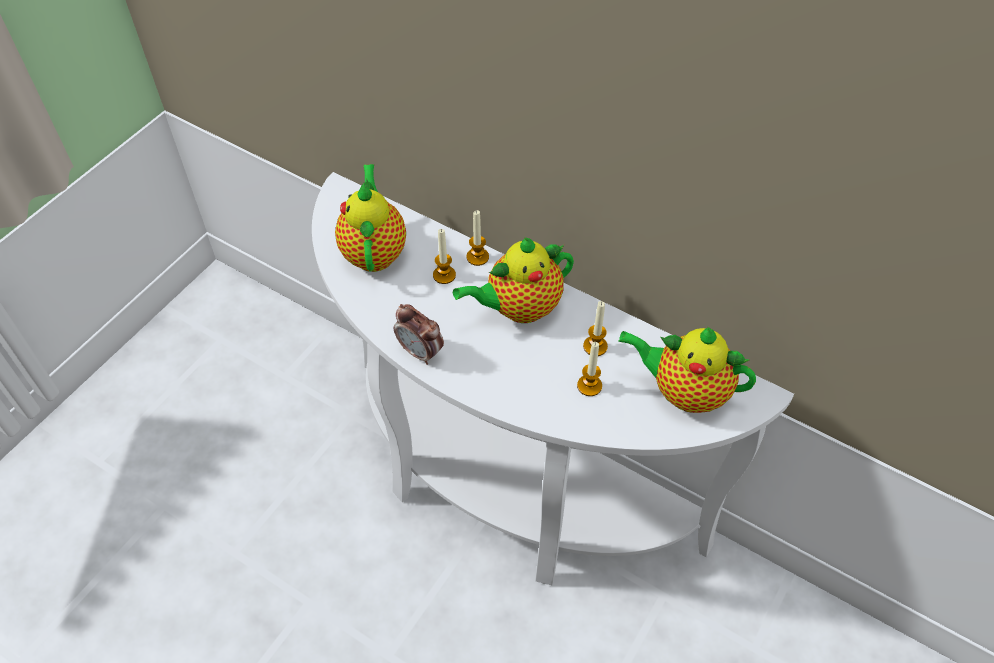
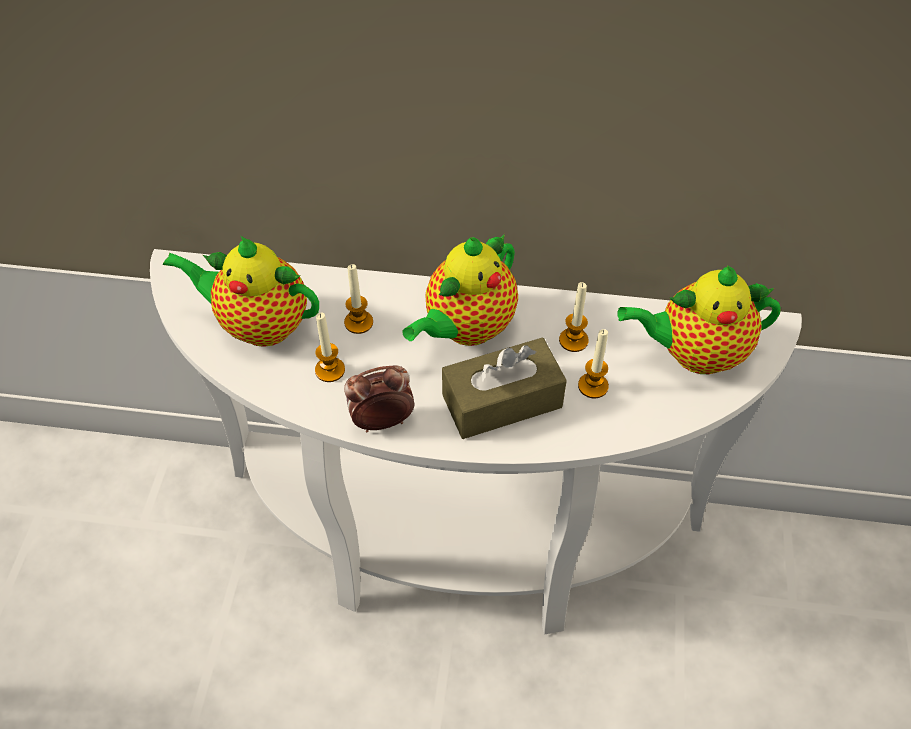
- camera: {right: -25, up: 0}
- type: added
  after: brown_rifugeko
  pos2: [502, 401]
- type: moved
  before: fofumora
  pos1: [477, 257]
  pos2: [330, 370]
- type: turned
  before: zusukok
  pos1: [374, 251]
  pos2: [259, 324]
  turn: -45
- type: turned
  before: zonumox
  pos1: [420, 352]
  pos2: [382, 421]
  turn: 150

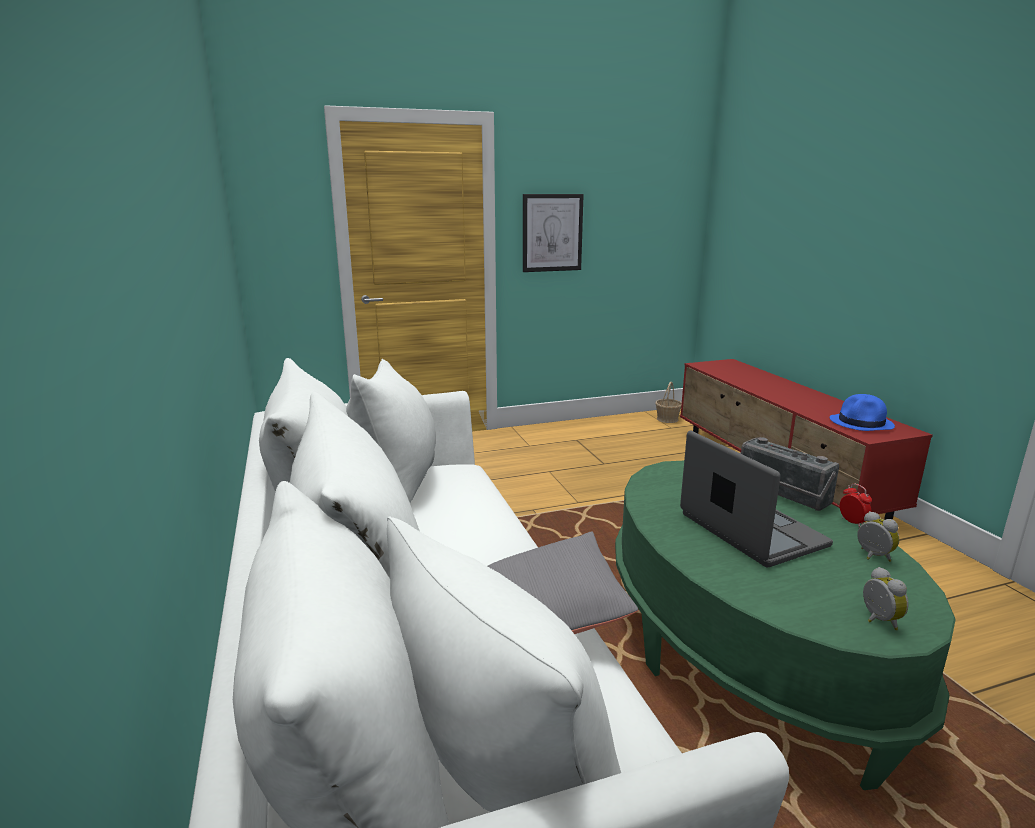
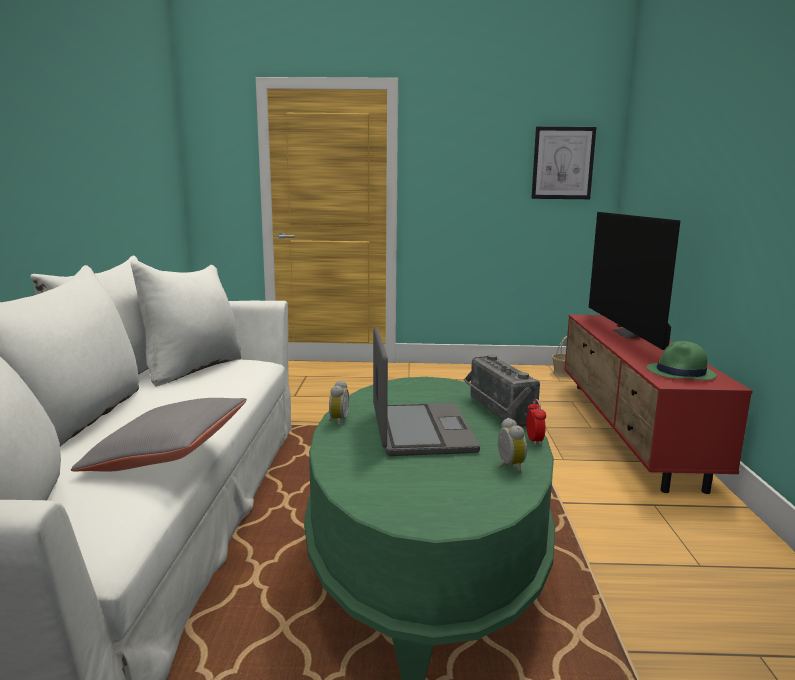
- camera: {right: 20, up: -5}
- type: added
  after: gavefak
  pos2: [631, 334]
- type: moved
  before: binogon
  pos1: [552, 233]
  pos2: [563, 163]
- type: moved
  before: zonumox
  pos1: [878, 620]
  pos2: [337, 421]
- type: recoloured
  before: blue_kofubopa
  after: green_kofubopa
  pos1: [861, 423]
  pos2: [681, 373]

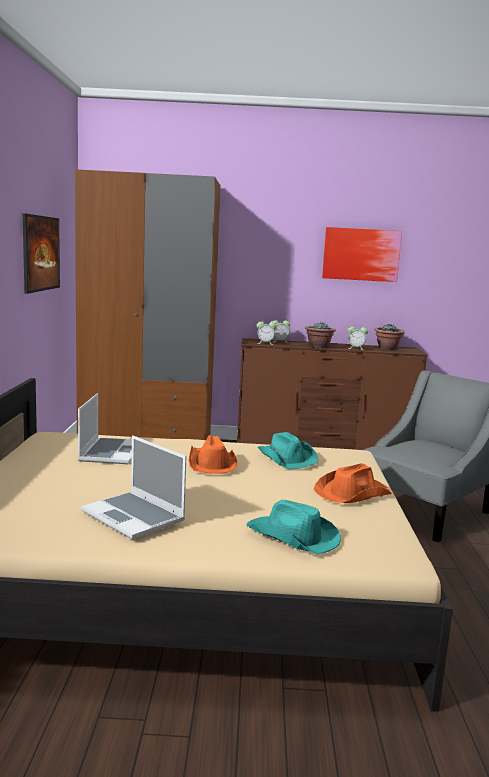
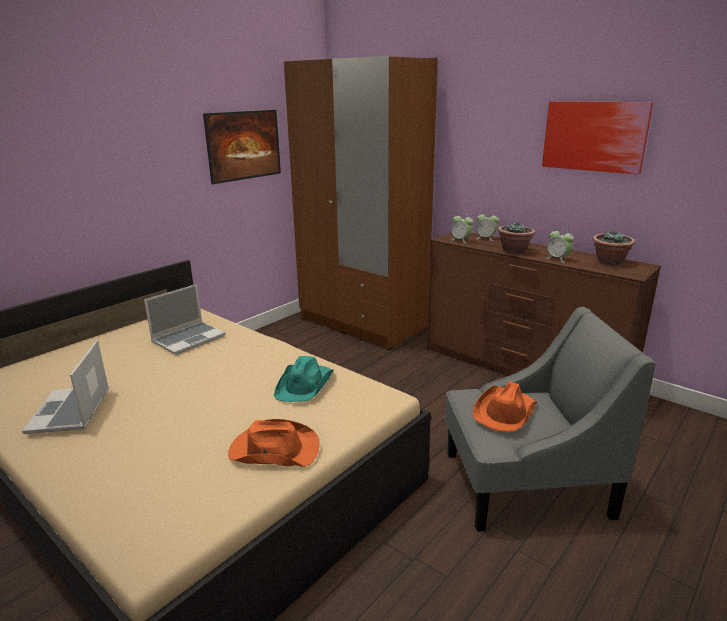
- camera: {right: 40, up: 10}
- type: removed
  before: turquoise_kofubopa
  pos1: [293, 536]
- type: moved
  before: orange_kofubopa
  pos1: [211, 463]
  pos2: [505, 412]

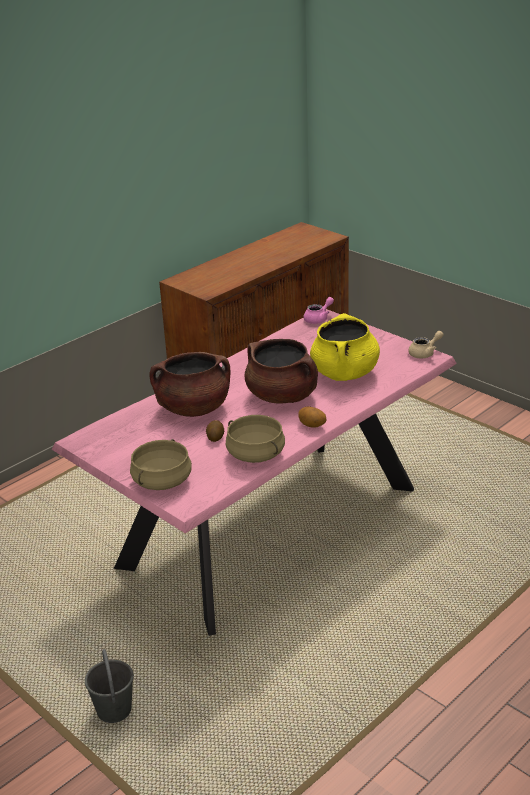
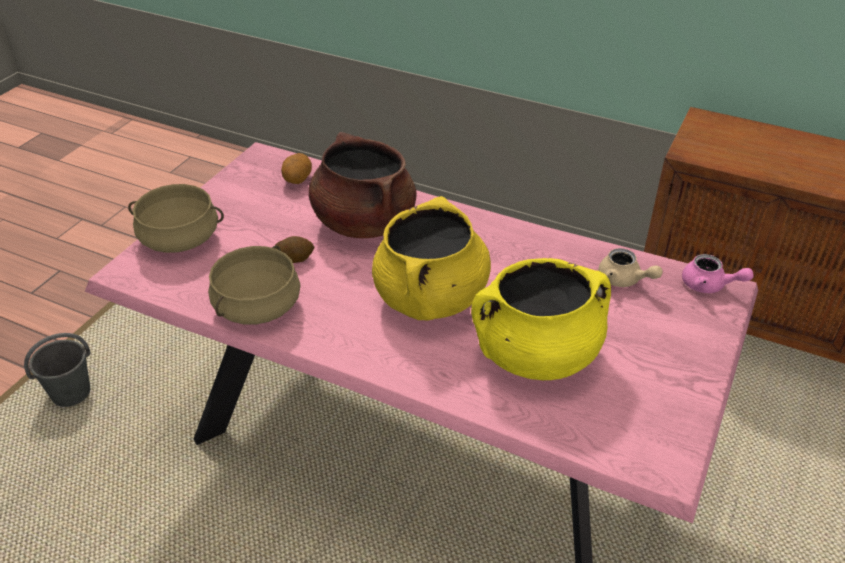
- camera: {right: 70, up: 10}
- type: moved
  before: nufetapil
  pos1: [312, 426]
  pos2: [297, 180]
- type: moved
  before: beige_zusukok
  pos1: [425, 353]
  pos2: [624, 280]
- type: recoloured
  before: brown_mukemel
  after: yellow_mukemel
  pos1: [282, 396]
  pos2: [431, 298]

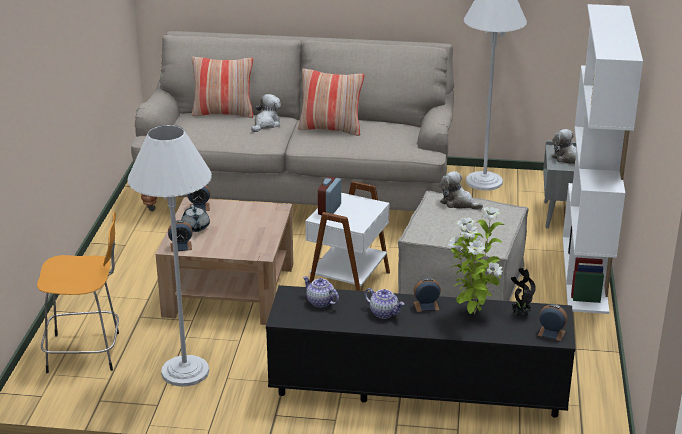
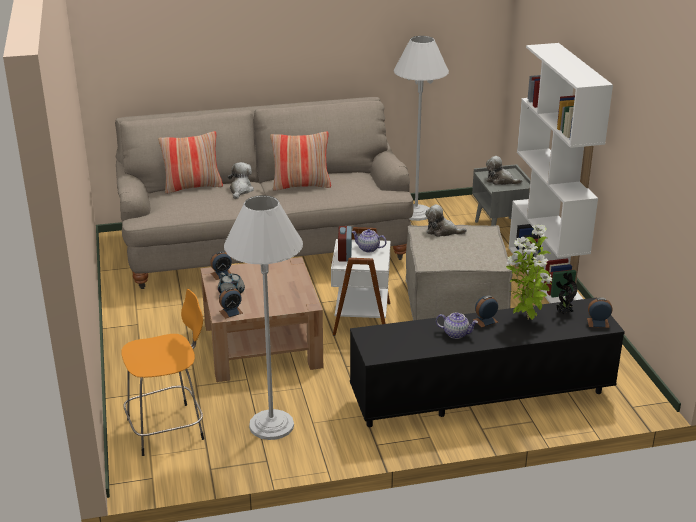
- camera: {right: -20, up: 0}
- type: moved
  before: zusukok
  pos1: [320, 302]
  pos2: [368, 249]

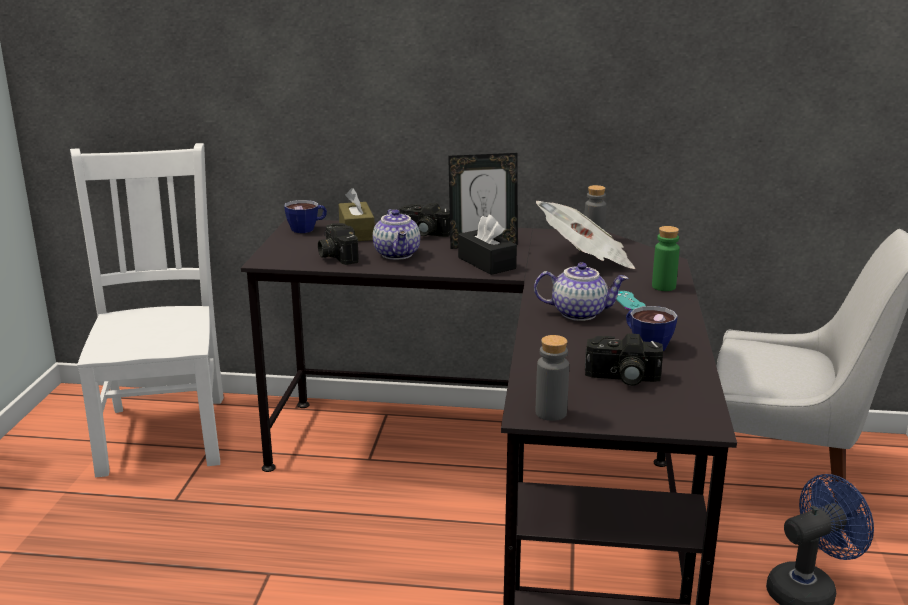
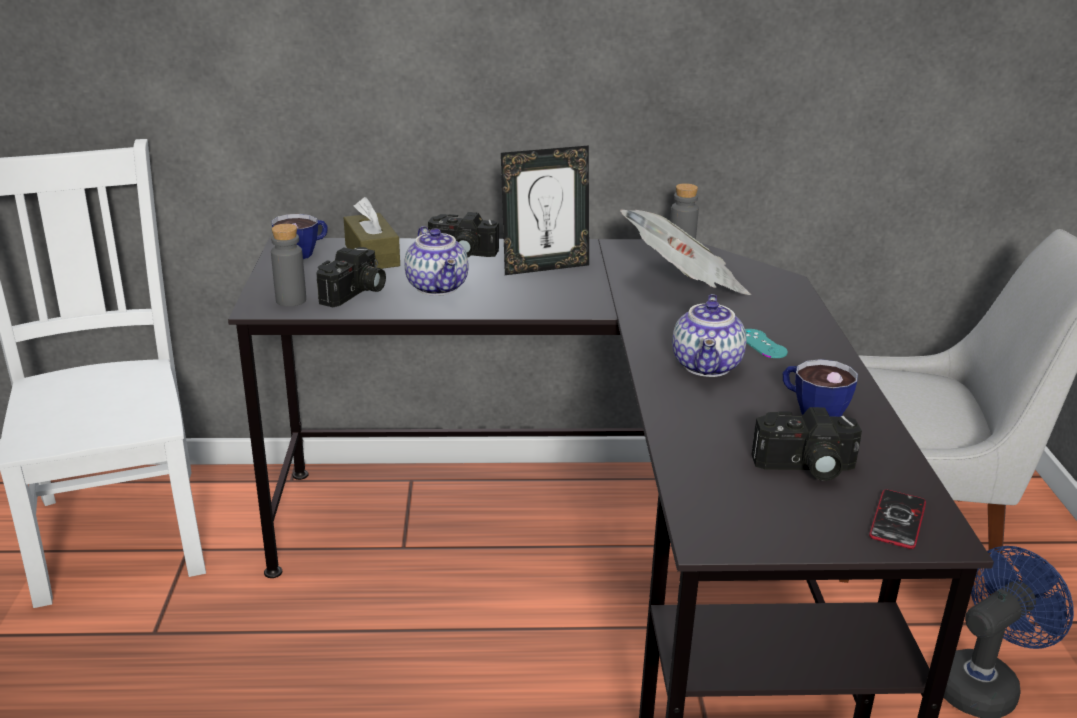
- camera: {right: -10, up: 5}
- type: removed
  before: black_rifugeko
  pos1: [486, 263]
- type: removed
  before: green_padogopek
  pos1: [663, 287]
- type: added
  after: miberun
  pos2: [897, 520]
- type: moved
  before: grey_padogopek
  pos1: [551, 413]
  pos2: [291, 300]
- type: turned
  before: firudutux
  pos1: [336, 256]
  pos2: [355, 293]
  turn: -120
- type: turned
  before: zusukok
  pos1: [579, 313]
  pos2: [708, 366]
  turn: 105

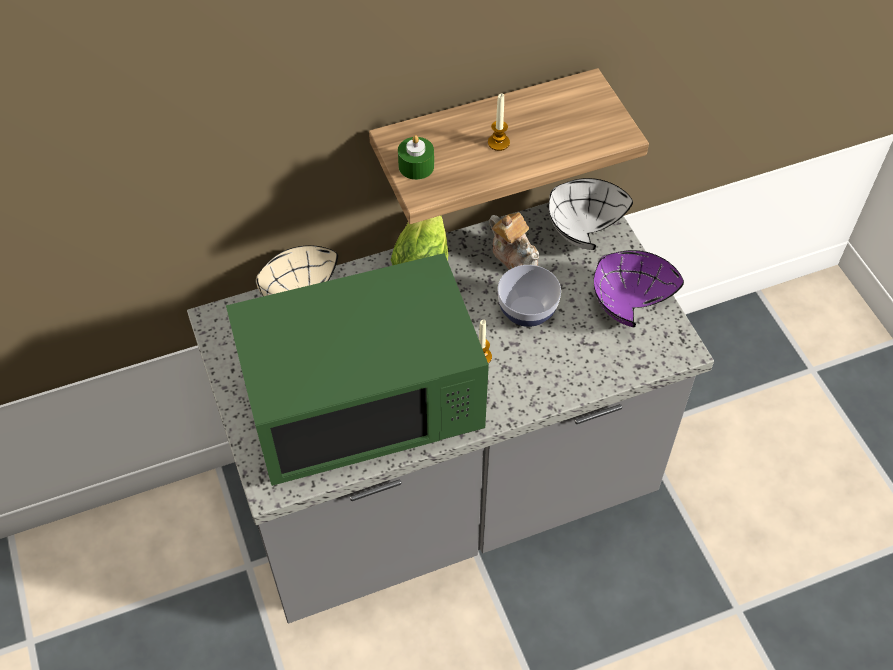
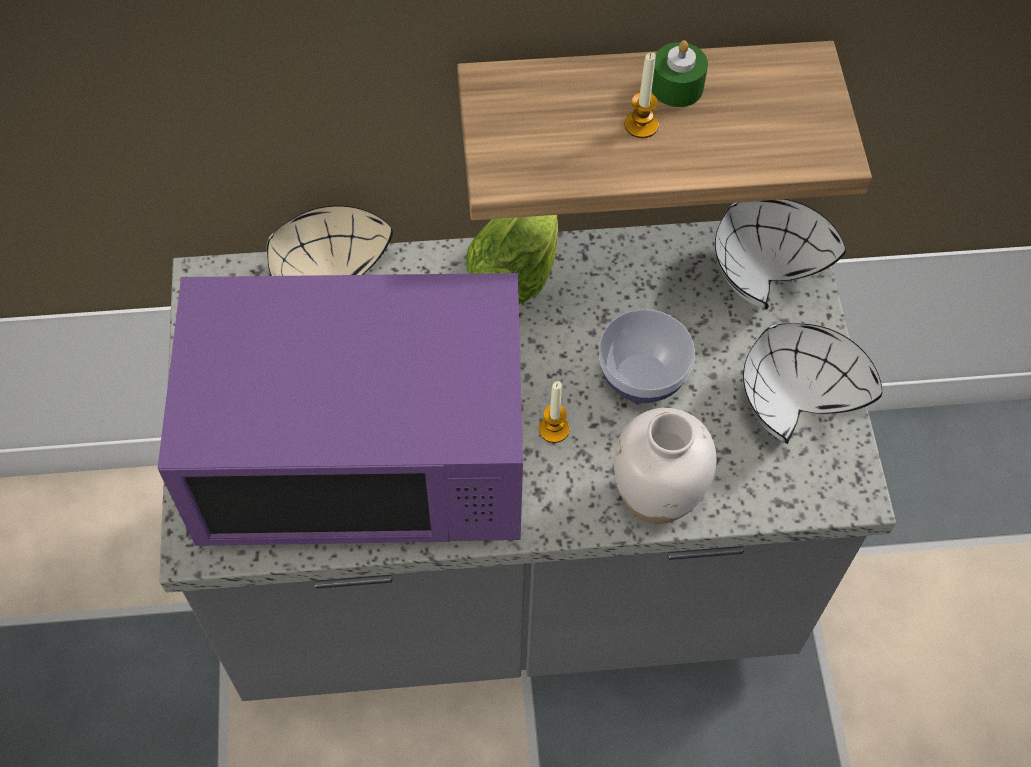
- camera: {right: 15, up: 5}
- type: removed
  before: zusukok
  pos1: [514, 255]
- type: added
  after: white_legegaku
  pos2: [656, 497]
- type: moved
  before: green_fofumora
  pos1: [416, 166]
  pos2: [676, 87]
- type: recoloured
  before: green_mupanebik
  after: purple_mupanebik
  pos1: [363, 404]
  pos2: [364, 457]
- type: recoloured
  before: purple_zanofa
  after: white_zanofa
  pos1: [625, 302]
  pos2: [791, 400]

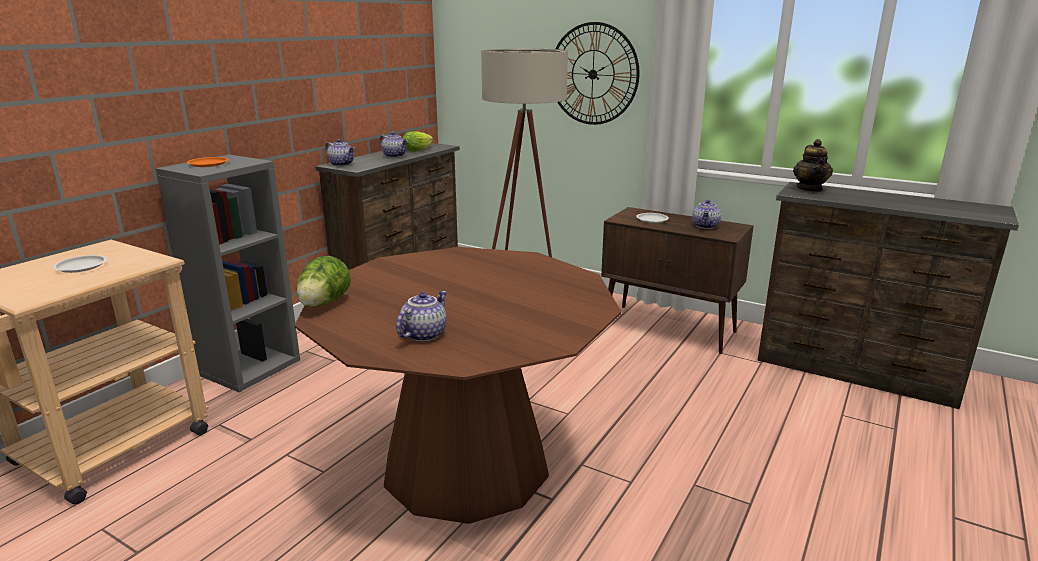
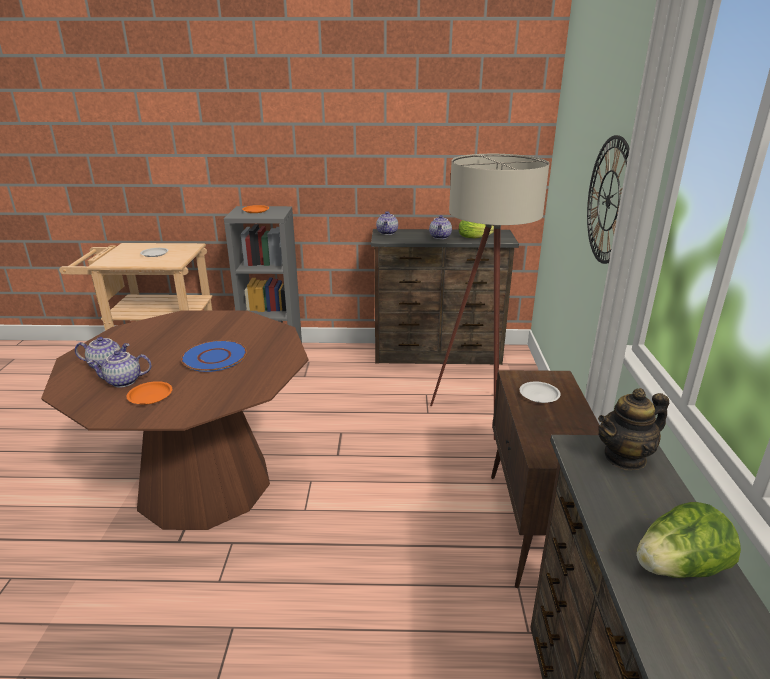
- camera: {right: 60, up: 5}
- type: added
  after: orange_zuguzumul
  pos2: [150, 396]
- type: added
  after: blue_zuguzumul
  pos2: [215, 357]
- type: moved
  before: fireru
  pos1: [324, 304]
  pos2: [678, 568]
- type: moved
  before: zusukok
  pos1: [706, 226]
  pos2: [123, 382]

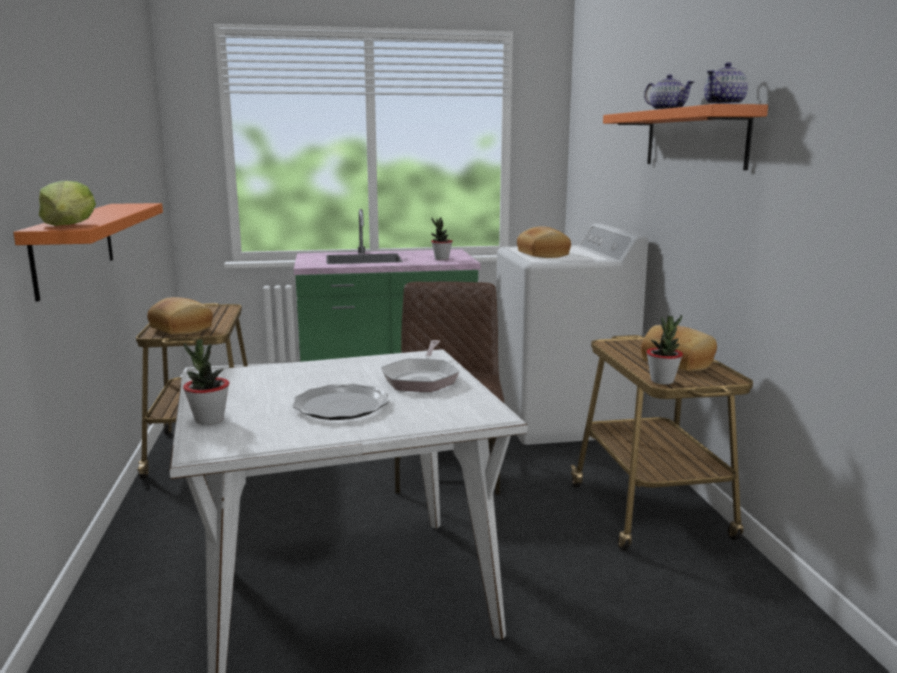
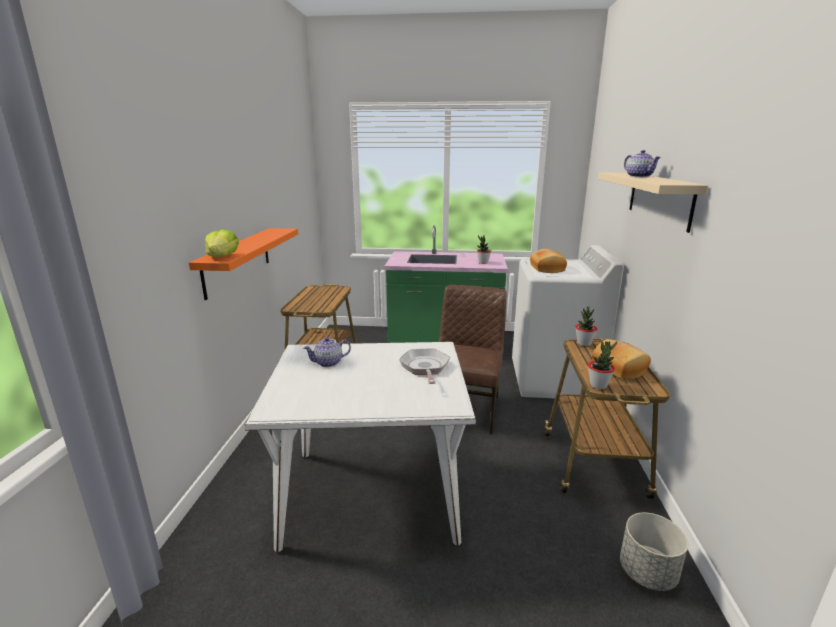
- camera: {right: 15, up: 5}
- type: removed
  before: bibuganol
  pos1: [182, 328]
- type: removed
  before: zuguzumul
  pos1: [341, 406]
- type: added
  after: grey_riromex
  pos2: [648, 573]
- type: moved
  before: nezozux
  pos1: [209, 420]
  pos2: [584, 343]
- type: moved
  before: zusukok
  pos1: [725, 104]
  pos2: [329, 363]
- type: recoloured
  before: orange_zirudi
  after: beige_zirudi
  pos1: [694, 139]
  pos2: [659, 198]
- type: turned
  before: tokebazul
  pos1: [421, 379]
  pos2: [425, 368]
  turn: 150

